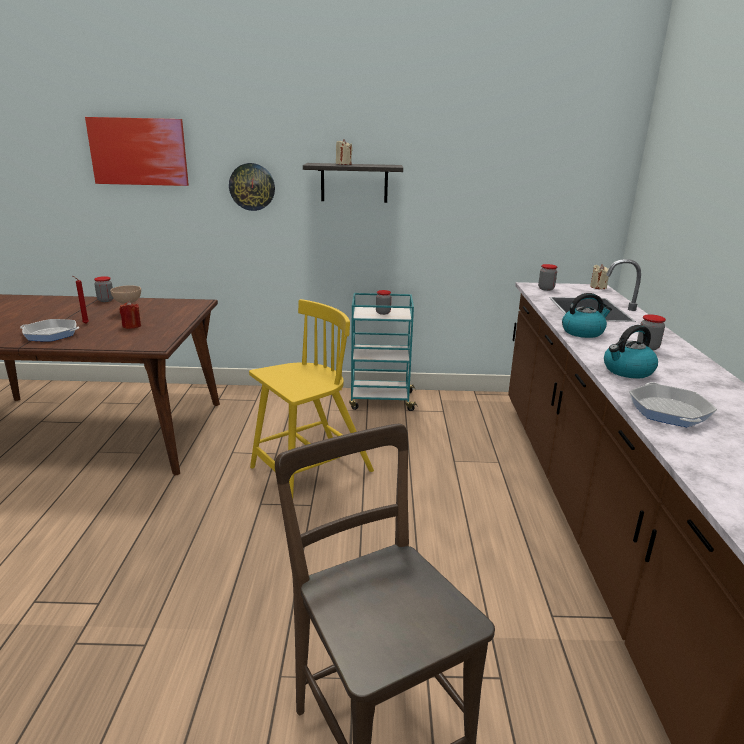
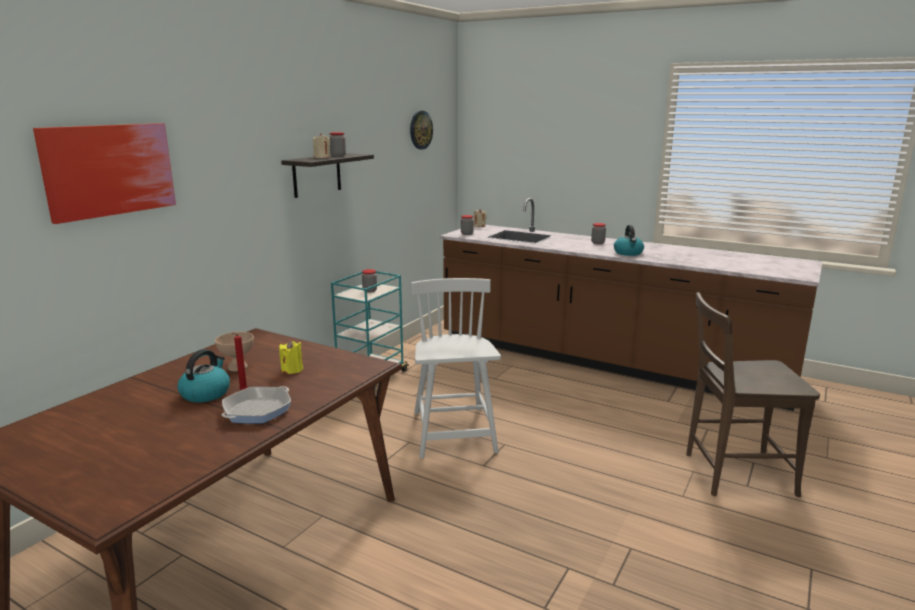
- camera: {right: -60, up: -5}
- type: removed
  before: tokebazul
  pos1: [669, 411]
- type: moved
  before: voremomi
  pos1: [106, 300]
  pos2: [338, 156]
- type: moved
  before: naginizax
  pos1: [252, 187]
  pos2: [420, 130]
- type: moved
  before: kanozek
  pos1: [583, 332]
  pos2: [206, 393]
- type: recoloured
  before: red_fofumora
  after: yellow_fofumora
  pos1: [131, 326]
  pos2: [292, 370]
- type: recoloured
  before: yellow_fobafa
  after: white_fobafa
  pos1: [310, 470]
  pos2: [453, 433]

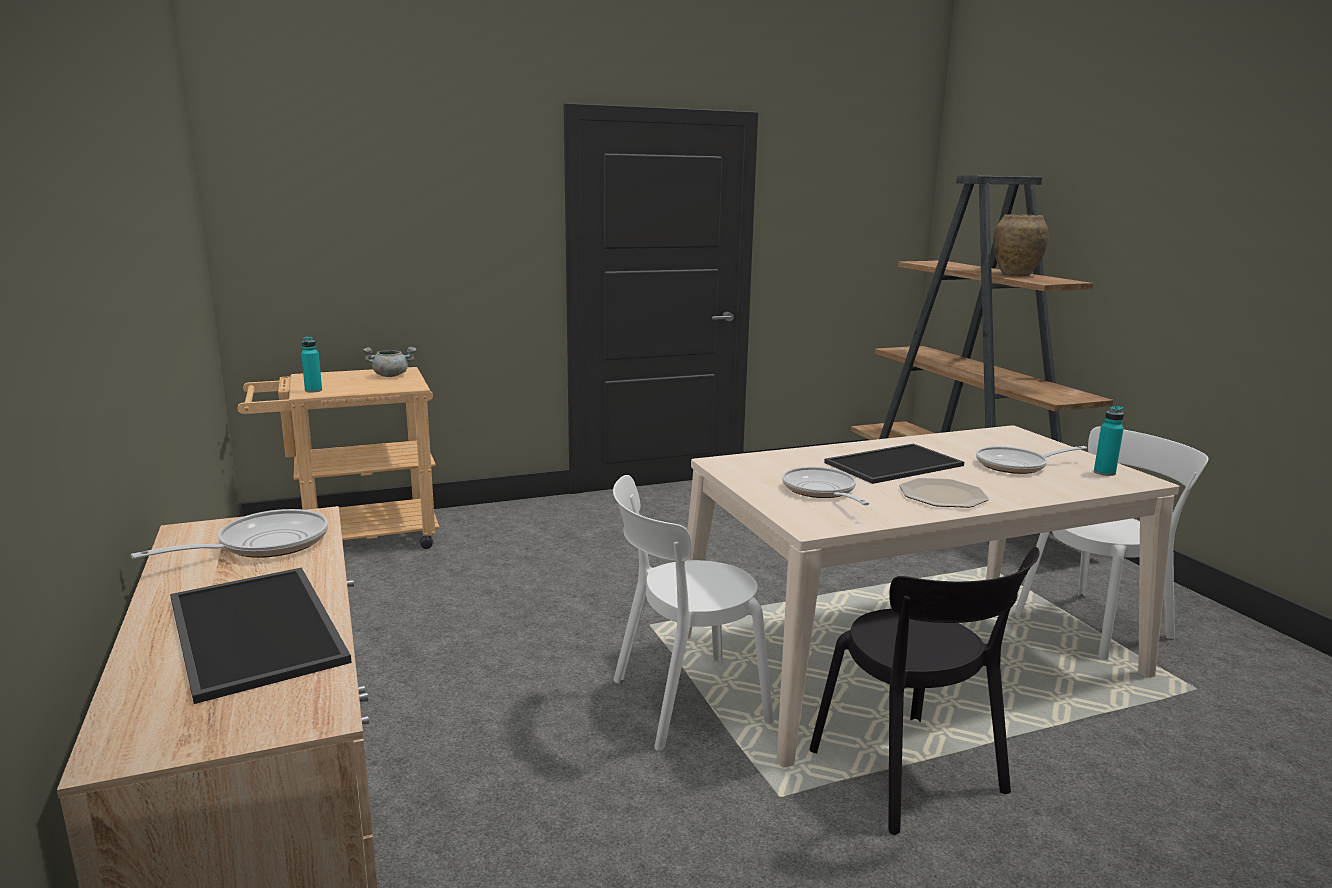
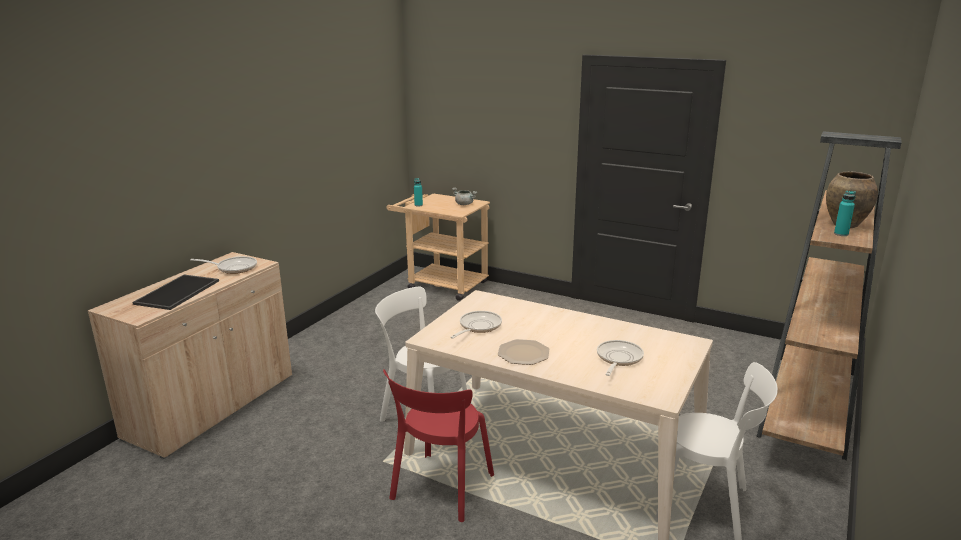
- camera: {right: 50, up: 5}
- type: removed
  before: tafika
  pos1: [894, 465]
- type: moved
  before: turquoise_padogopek
  pos1: [1104, 472]
  pos2: [841, 234]
- type: recoloured
  before: black_fobafa
  after: red_fobafa
  pos1: [912, 776]
  pos2: [440, 489]
- type: turned
  before: tokebazul
  pos1: [1016, 465]
  pos2: [618, 359]
  turn: 75

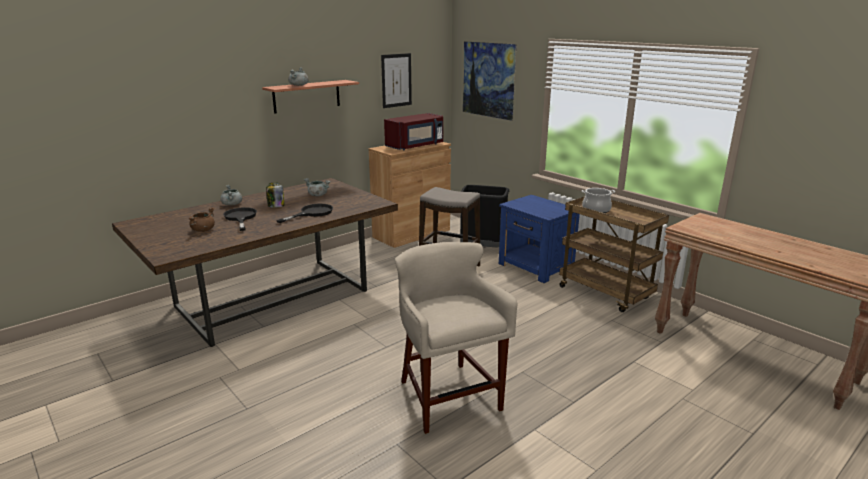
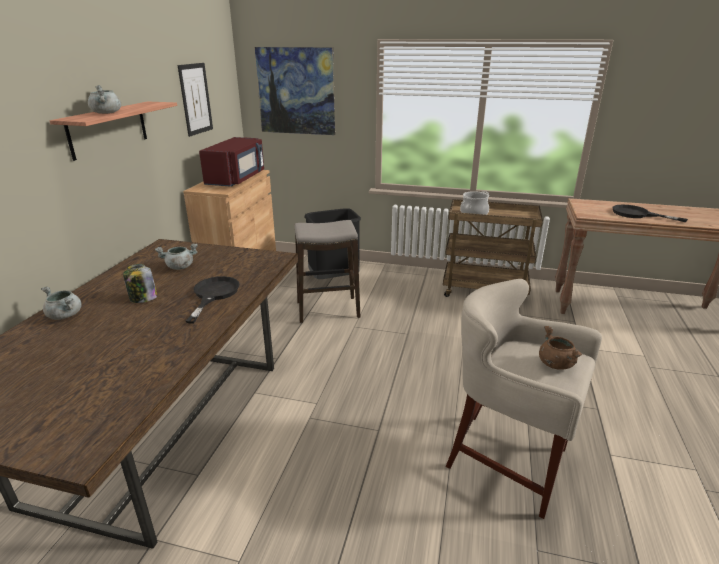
- camera: {right: -35, up: 5}
- type: removed
  before: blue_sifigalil
  pos1: [536, 267]
- type: moved
  before: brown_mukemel
  pos1: [203, 230]
  pos2: [555, 364]
- type: moved
  before: black_tokebazul
  pos1: [240, 218]
  pos2: [637, 214]

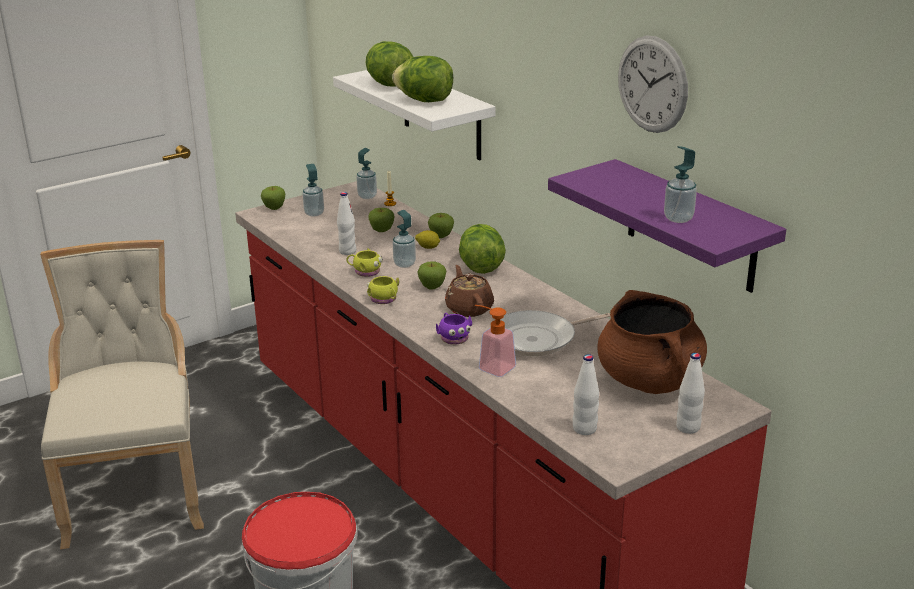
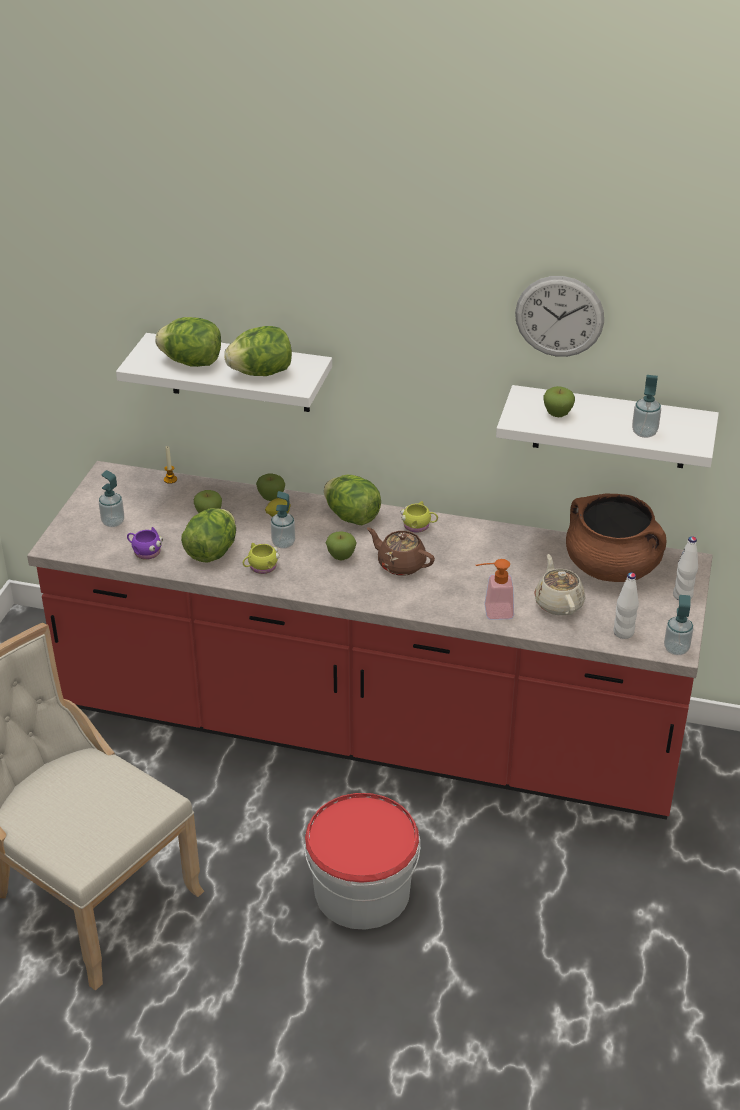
- camera: {right: -40, up: 10}
- type: removed
  before: tokebazul
  pos1: [538, 339]
- type: added
  after: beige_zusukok
  pos2: [558, 603]
- type: moved
  before: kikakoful
  pos1: [274, 208]
  pos2: [557, 414]
- type: moved
  before: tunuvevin
  pos1: [367, 196]
  pos2: [676, 649]
- type: moved
  before: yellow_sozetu
  pos1: [385, 299]
  pos2: [418, 526]
- type: moved
  before: purple_sozetu
  pos1: [453, 337]
  pos2: [145, 552]
- type: replaced
  before: white_padogopek
  after: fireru
  pos1: [347, 251]
  pos2: [212, 552]
- type: recoloured
  before: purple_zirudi
  after: white_zirudi
  pos1: [691, 226]
  pos2: [610, 427]

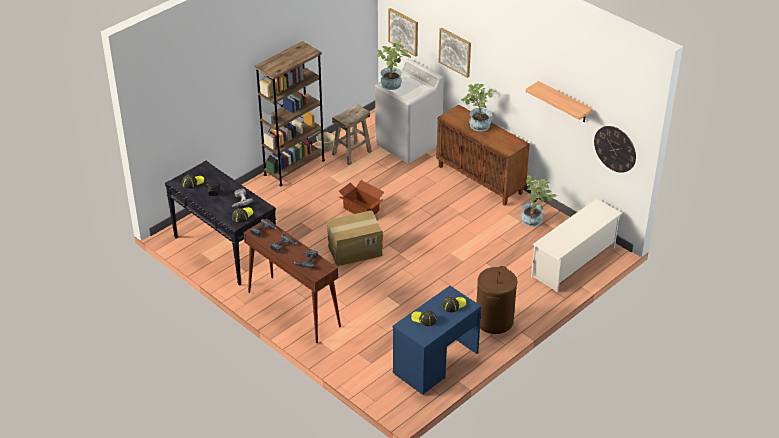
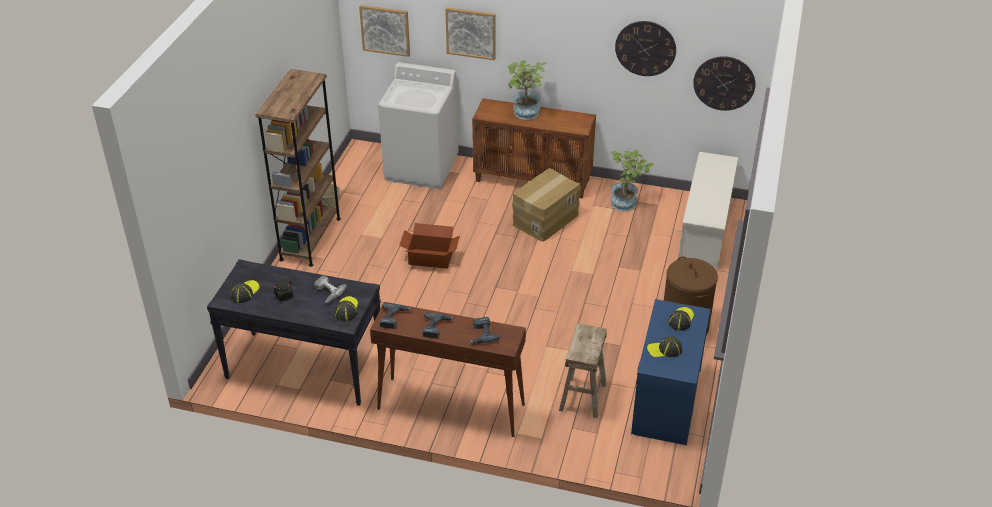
- camera: {right: -30, up: 0}
- type: removed
  before: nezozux
  pos1: [392, 86]
- type: moved
  before: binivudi
  pos1: [355, 250]
  pos2: [545, 219]
- type: moved
  before: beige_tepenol
  pos1: [351, 152]
  pos2: [582, 396]
- type: replaced
  before: zirudi
  after: naginizax
  pos1: [564, 102]
  pos2: [645, 48]

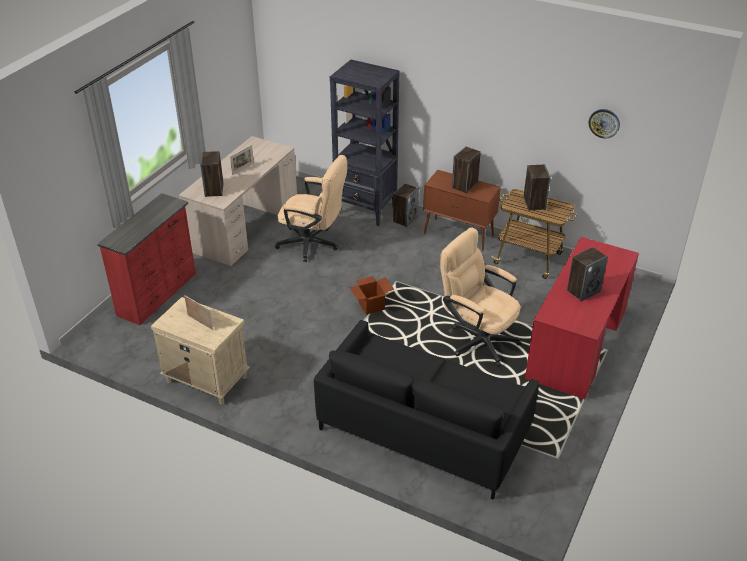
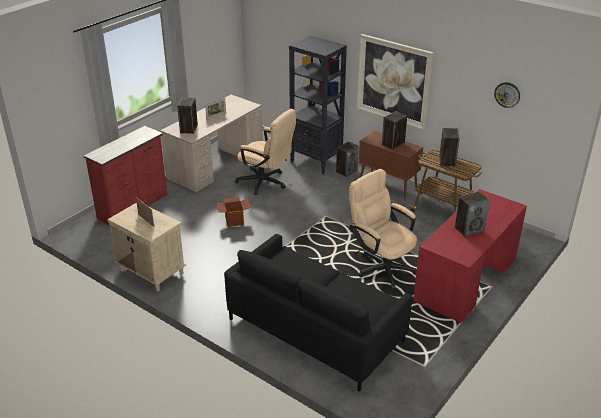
- camera: {right: 10, up: -5}
- type: added
  after: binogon
  pos2: [394, 81]
- type: moved
  before: binivudi
  pos1: [371, 306]
  pos2: [234, 221]

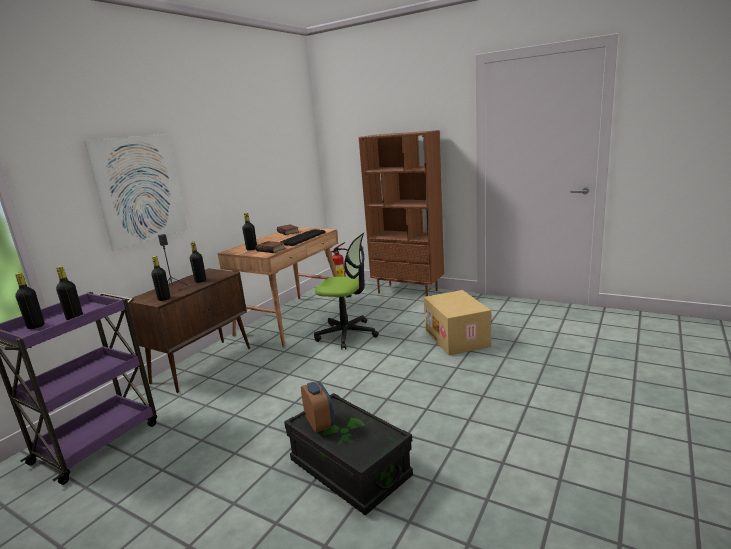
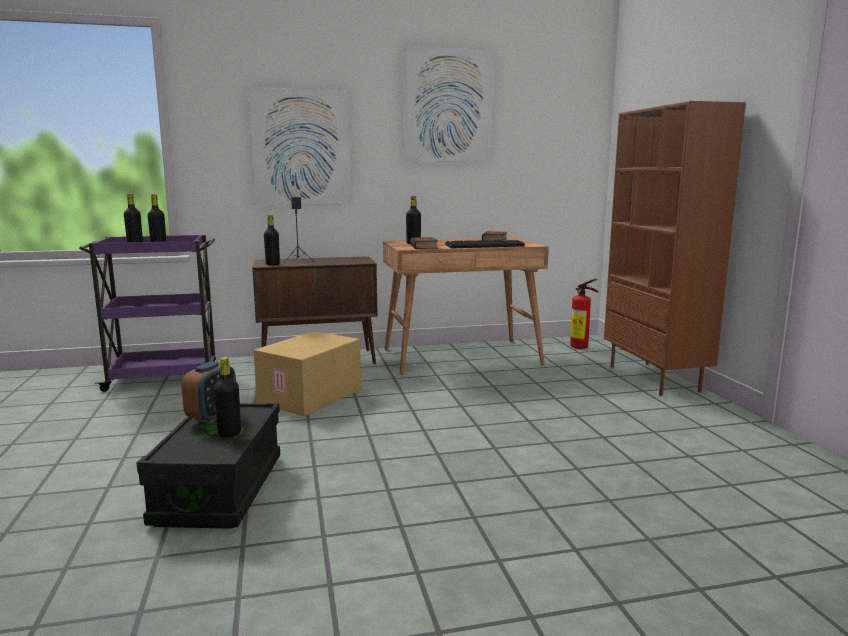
- camera: {right: 45, up: -5}
- type: removed
  before: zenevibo
  pos1: [347, 334]
- type: added
  after: binogon
  pos2: [448, 106]
- type: moved
  before: black_padogopek
  pos1: [200, 281]
  pos2: [229, 433]
- type: moved
  before: binivudi
  pos1: [457, 338]
  pos2: [311, 397]

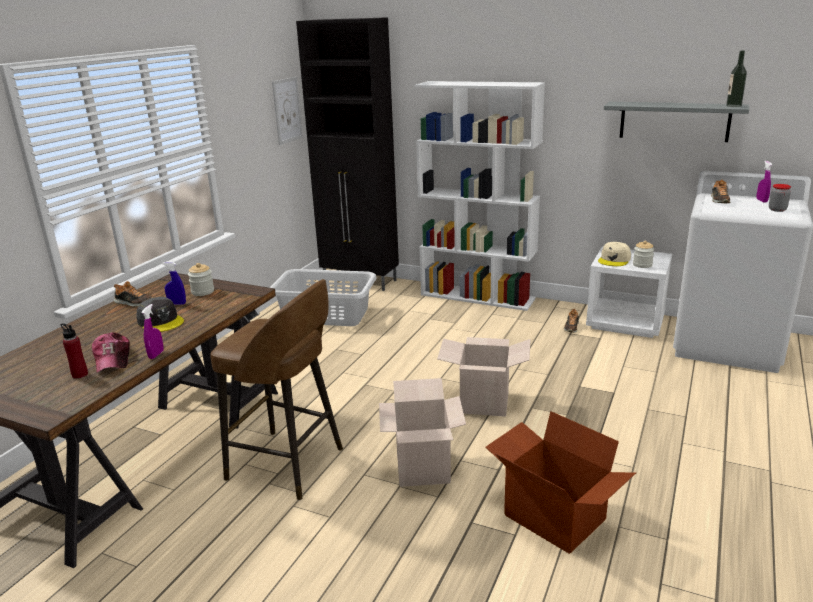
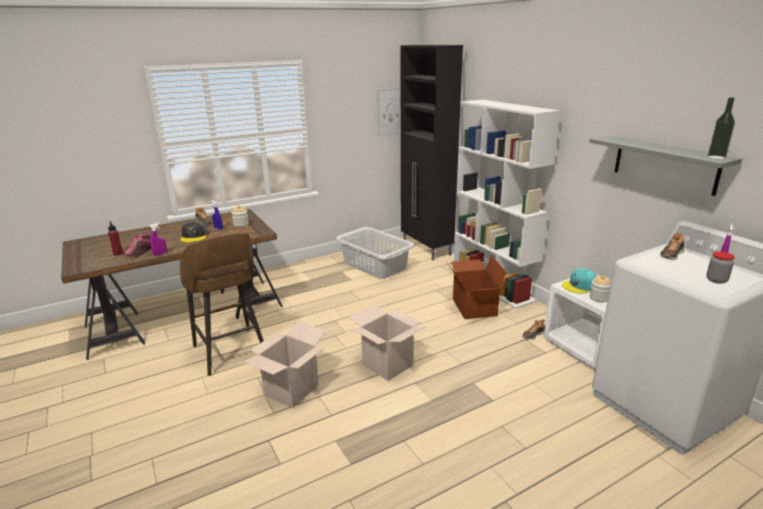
- camera: {right: 35, up: 0}
- type: moved
  before: binivudi
  pos1: [553, 518]
  pos2: [473, 307]
- type: recoloured
  before: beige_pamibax
  after: turquoise_pamibax
  pos1: [614, 260]
  pos2: [580, 286]

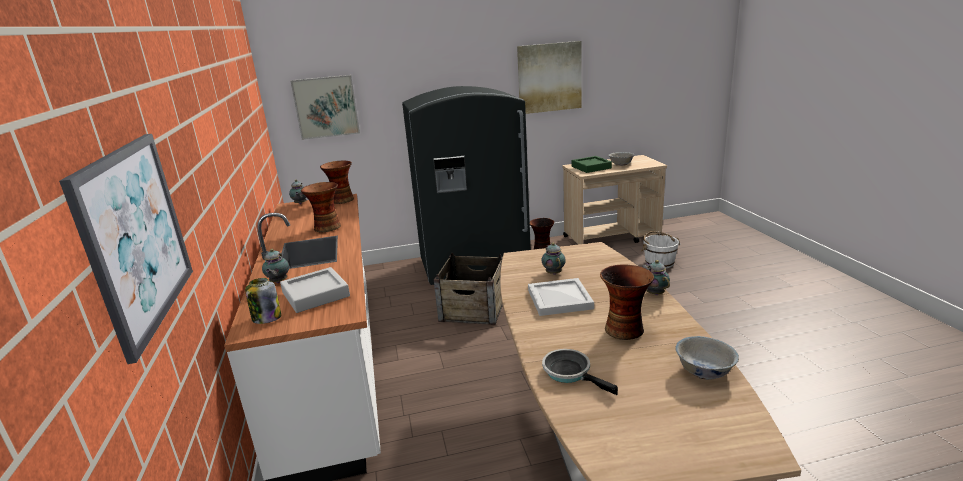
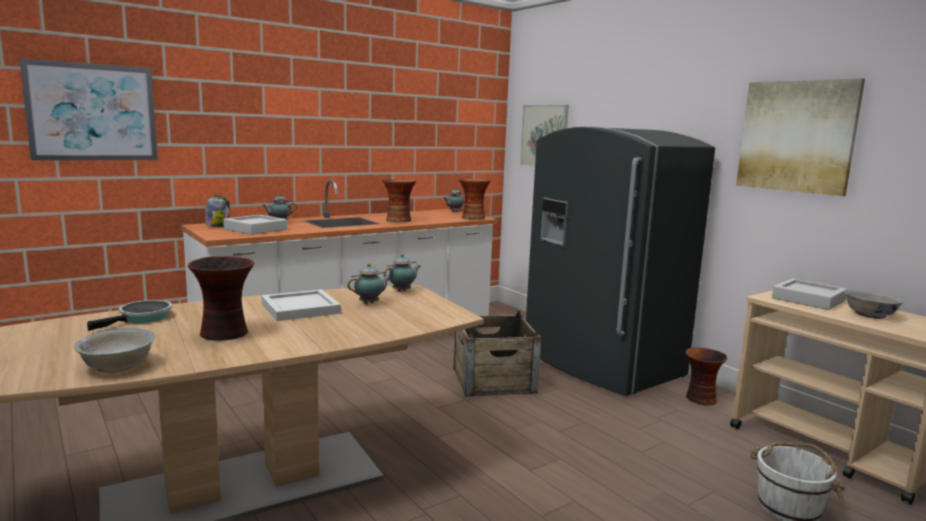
- camera: {right: 65, up: -10}
- type: moved
  before: zusukok
  pos1: [654, 293]
  pos2: [403, 291]
- type: recoloured
  before: green_tafika
  after: grey_tafika
  pos1: [591, 167]
  pos2: [808, 299]

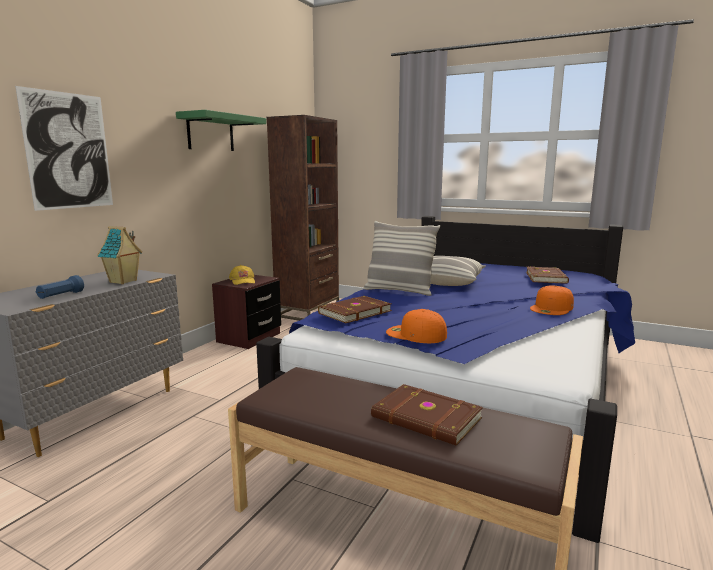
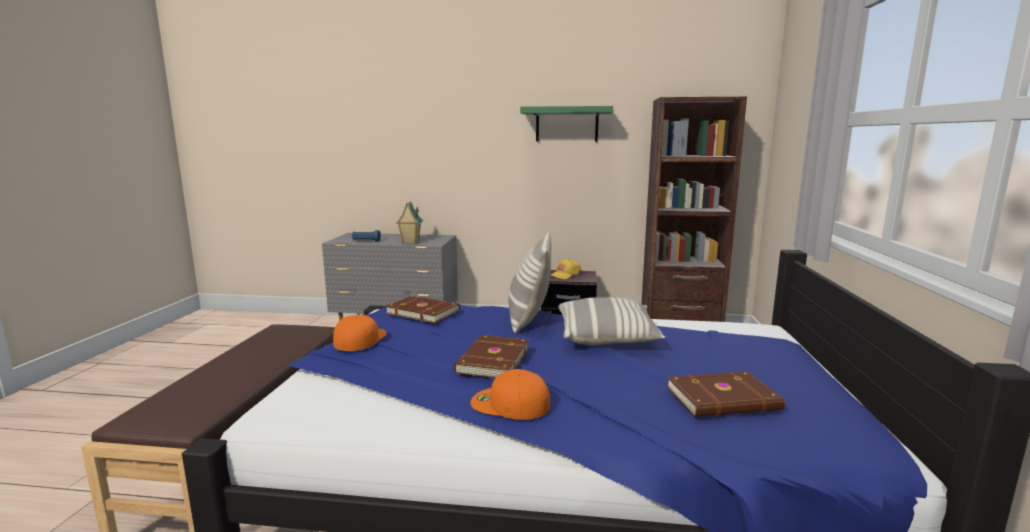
- camera: {right: 70, up: 0}
- type: removed
  before: binogon
  pos1: [68, 151]
- type: moved
  before: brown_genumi
  pos1: [426, 419]
  pos2: [491, 360]

